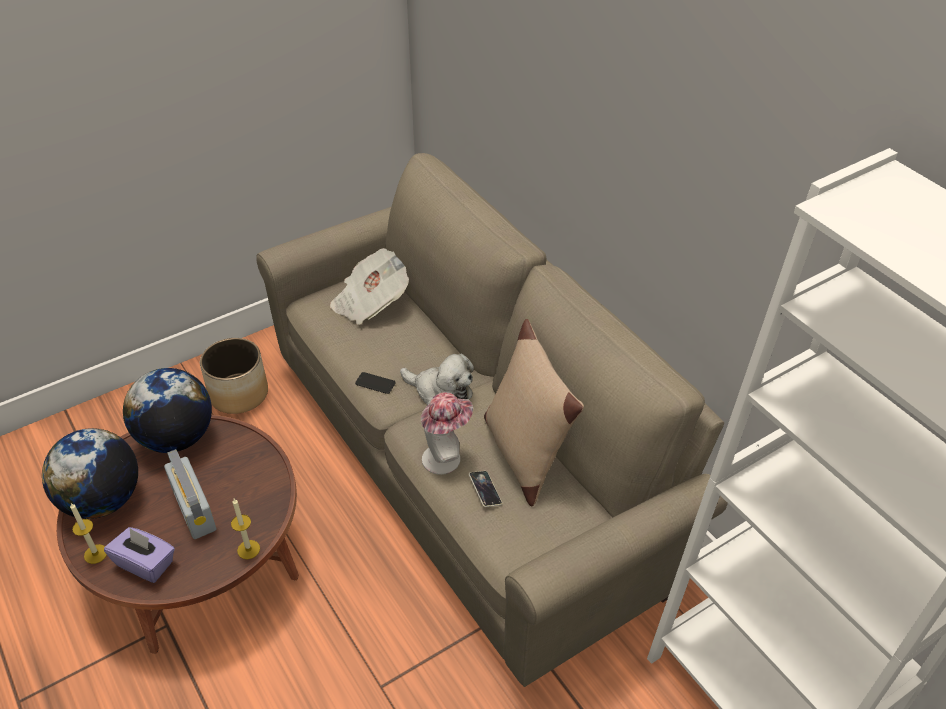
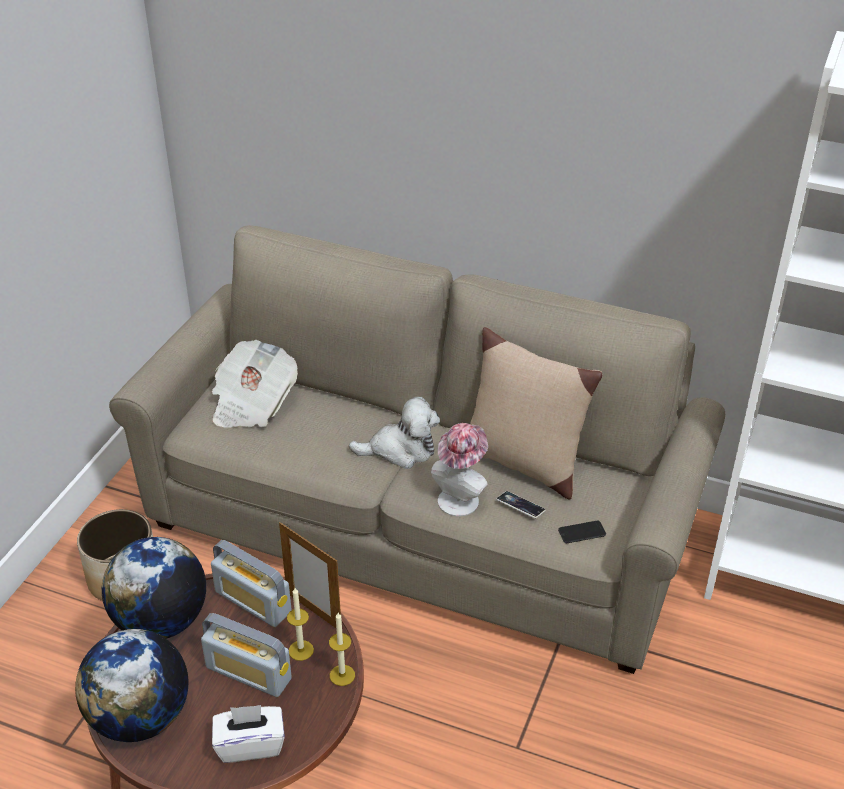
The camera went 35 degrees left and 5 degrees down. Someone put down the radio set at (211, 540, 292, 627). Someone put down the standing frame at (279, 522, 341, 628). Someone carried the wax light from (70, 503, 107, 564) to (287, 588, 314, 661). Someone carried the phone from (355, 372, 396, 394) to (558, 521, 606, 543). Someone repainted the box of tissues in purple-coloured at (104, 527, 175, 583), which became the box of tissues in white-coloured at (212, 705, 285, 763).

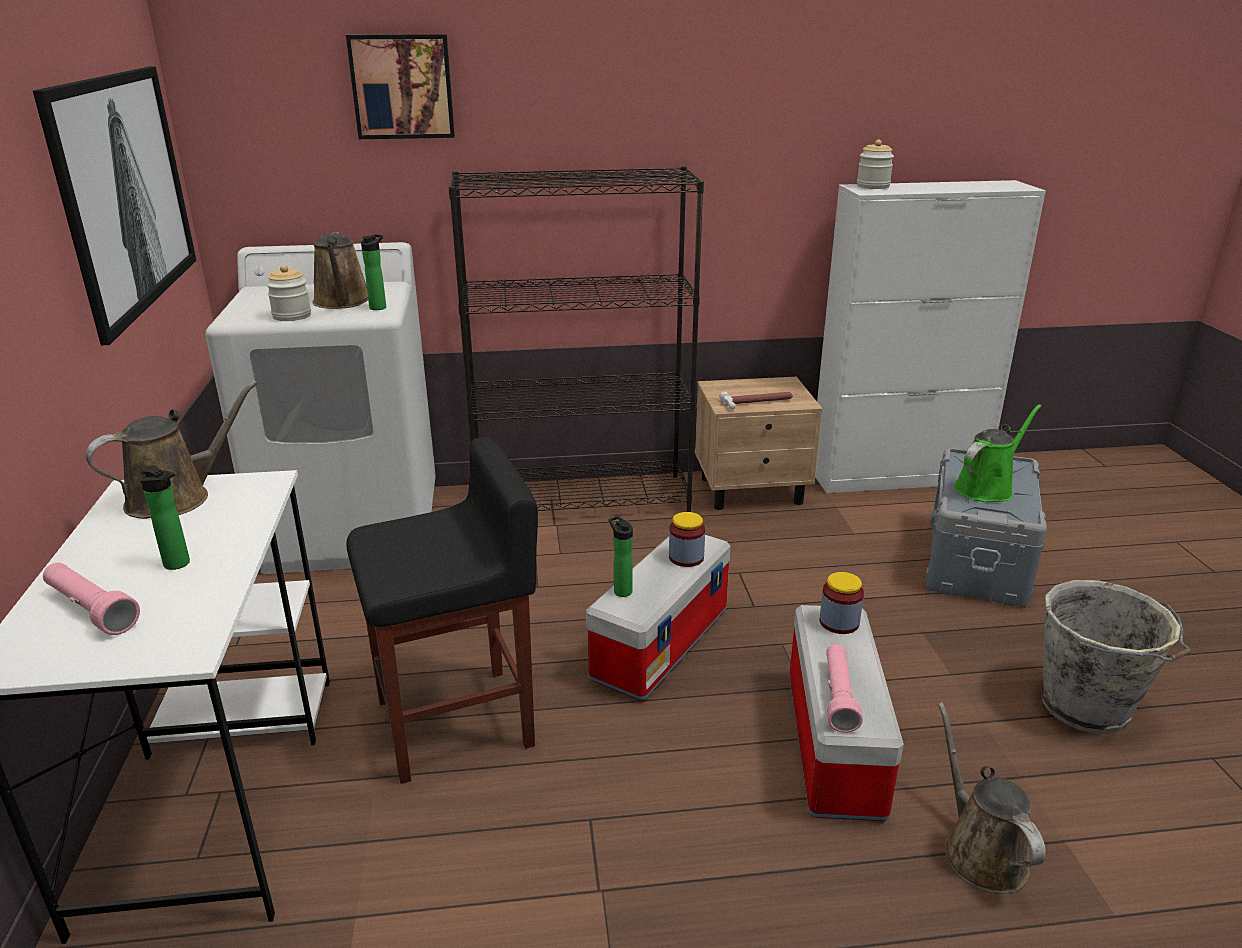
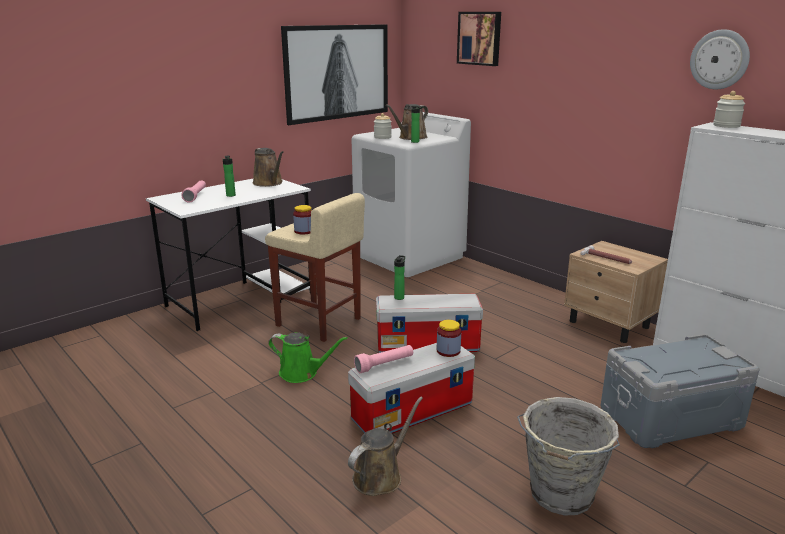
The camera went 55 degrees right and 5 degrees down. Someone took away the shelving unit in black-coloured at (449, 166, 704, 512). Someone put up the hanging clock at (690, 29, 750, 90). Someone carried the preserve jar from (669, 512, 705, 567) to (293, 205, 312, 235). Someone carried the watering can in greenish from (954, 404, 1042, 502) to (268, 332, 348, 383). Someone repainted the sitting stool in black-coloured at (346, 437, 538, 784), which became the sitting stool in beige-coloured at (265, 193, 365, 342). Someone rotated the watering can in brownish at (86, 381, 258, 519) by 45 degrees clockwise.

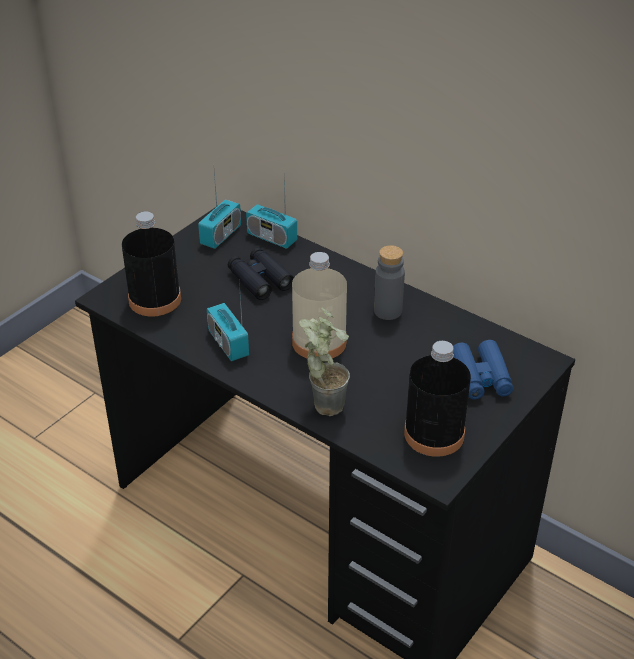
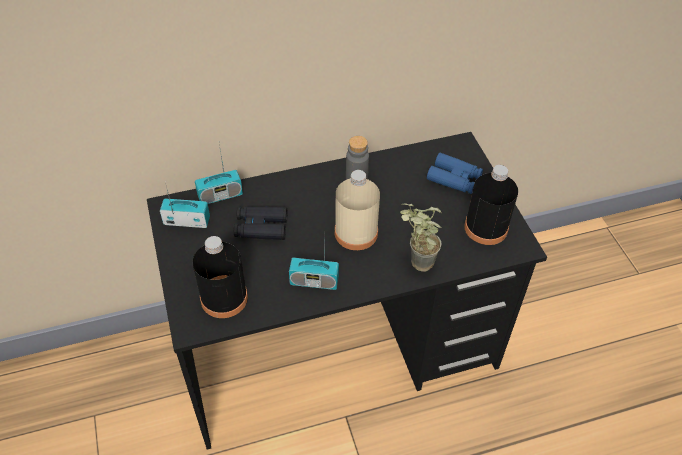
The camera went 55 degrees left and 10 degrees up. Someone rotated the radio set at (198, 173, 241, 249) by 60 degrees counterclockwise.

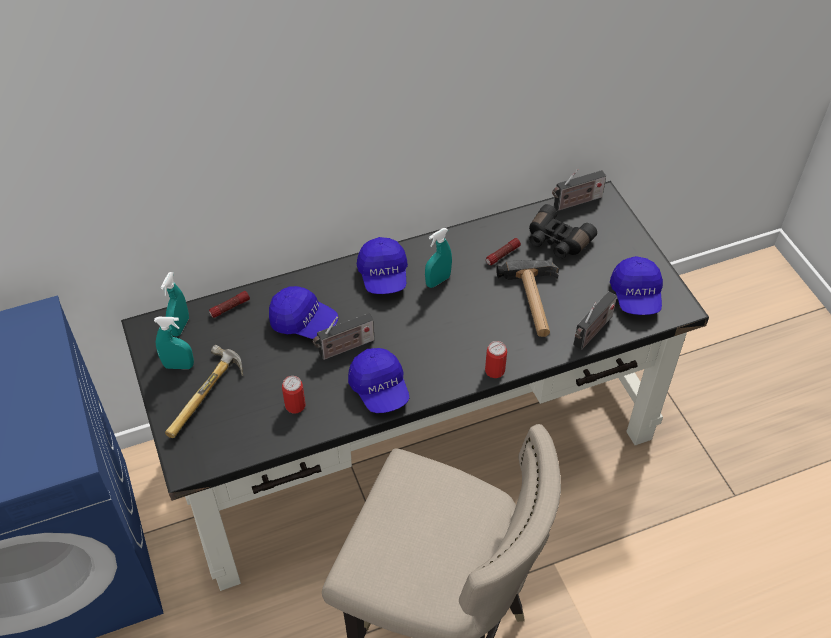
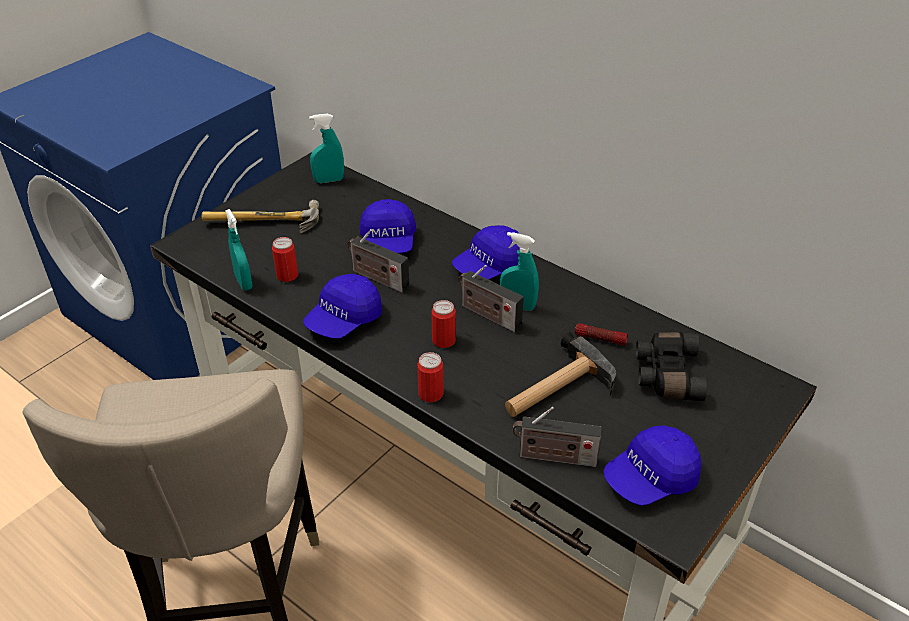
The camera went 60 degrees right and 10 degrees down. Someone took away the torch at (209, 291, 250, 318). Someone put down the metal can at (431, 300, 456, 348). Someone carried the hand sprayer in blue-green from (154, 317, 194, 369) to (225, 209, 253, 290). Someone carried the radio set from (552, 169, 606, 211) to (458, 265, 524, 333).

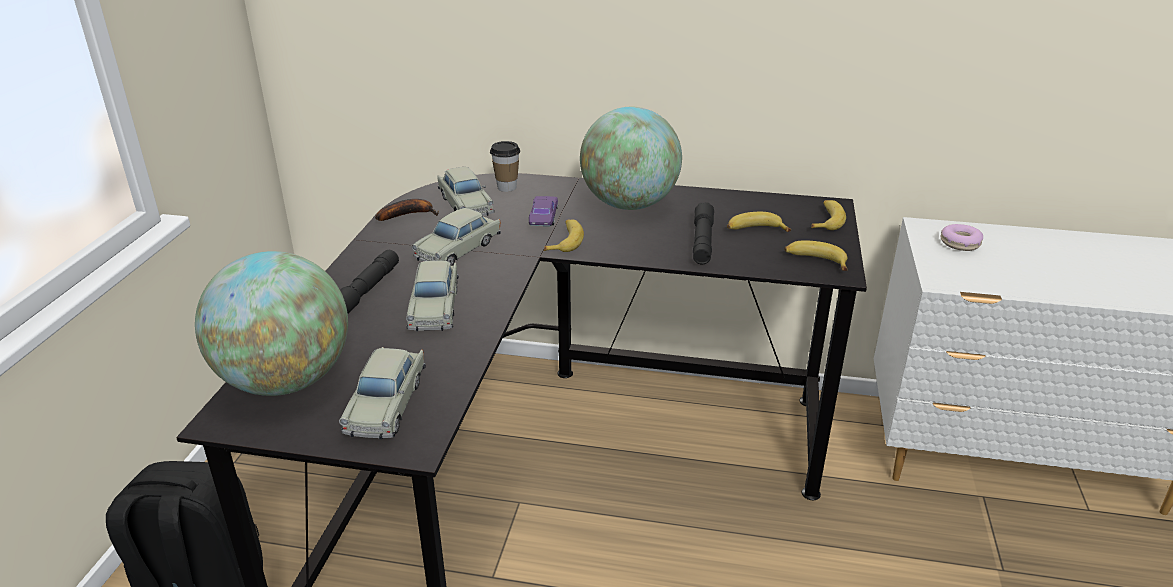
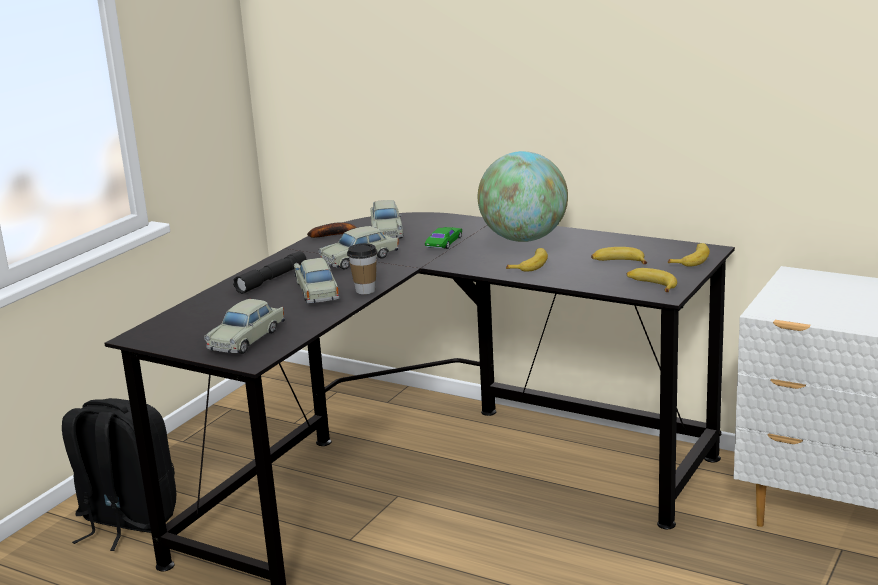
The camera went 20 degrees right and 10 degrees down. Someone took away the globe at (195, 251, 348, 396). Someone took away the torch in black-coloured at (693, 202, 714, 265). Someone took away the ring doughnut at (941, 224, 983, 251). Someone carried the small cup from (490, 141, 520, 192) to (347, 243, 378, 294). Someone carried the banana from (544, 219, 584, 252) to (506, 248, 548, 272). Someone repainted the toy car in purple-coloured at (529, 196, 558, 226), which became the toy car in greenish at (425, 227, 462, 249). Someone rotated the toy car in beige-coloured at (406, 260, 459, 331) by 150 degrees clockwise.

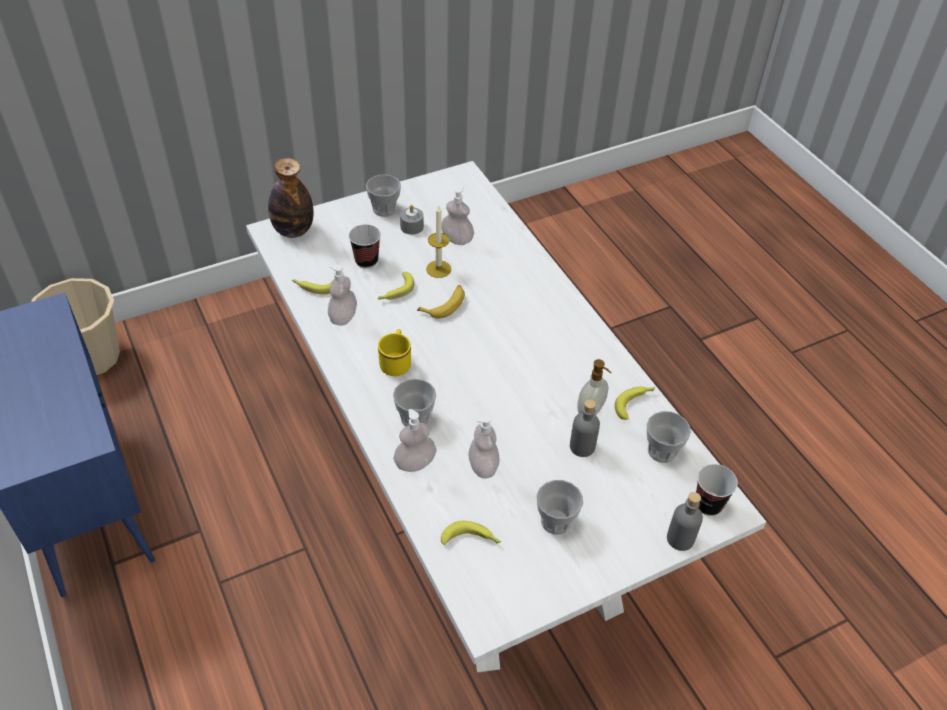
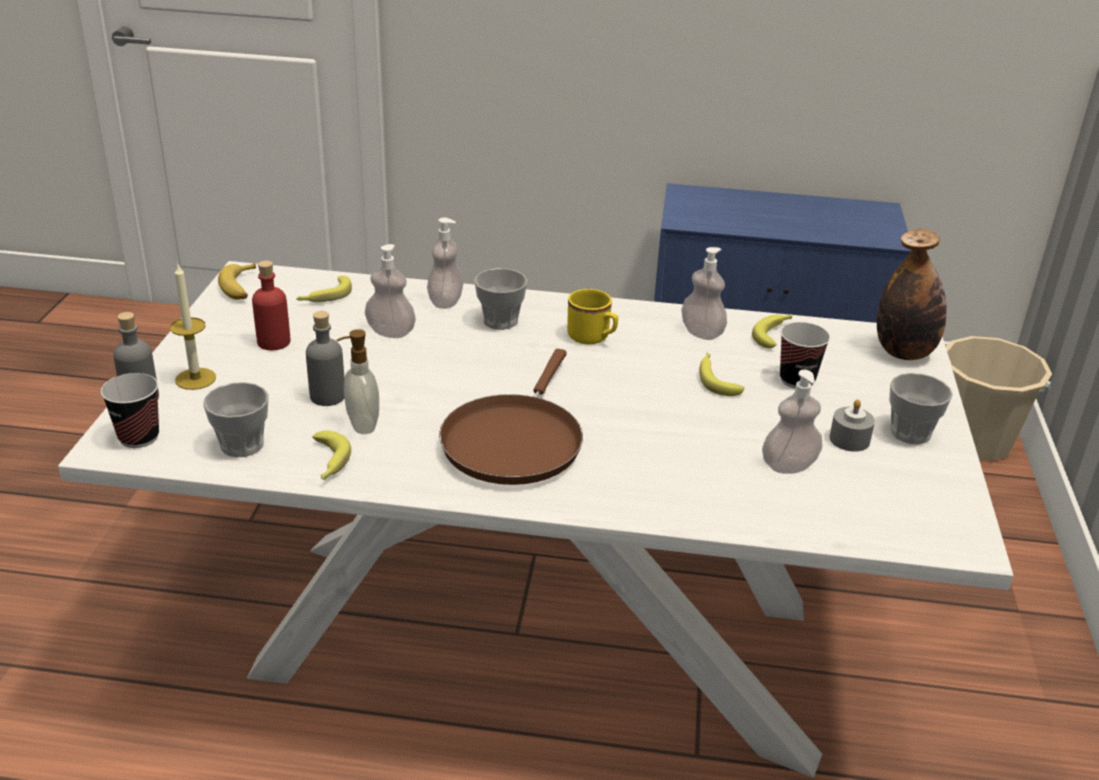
The camera went 125 degrees right and 15 degrees down. Someone put down the frying pan in brownish at (439, 349, 583, 485). Someone carried the banana from (417, 285, 465, 318) to (218, 263, 256, 300). Someone carried the wax light from (426, 206, 451, 278) to (170, 265, 216, 390). Someone swapped the small cup at (537, 480, 583, 535) for the bottle in reddish at (252, 261, 290, 350).

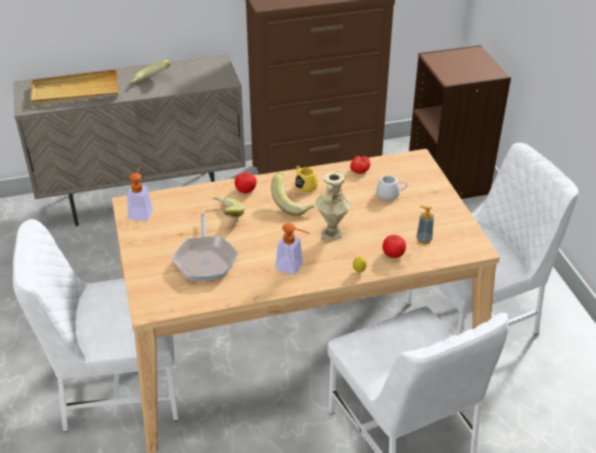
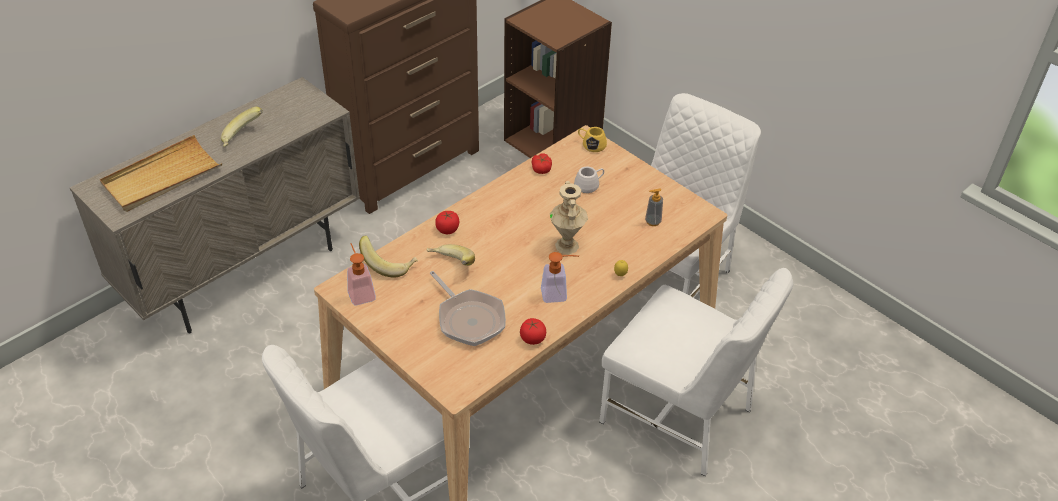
The camera went 30 degrees left and 5 degrees up. Someone carried the banana from (271, 173, 316, 216) to (359, 236, 418, 277). Someone carried the coffee mug in yellow-coloured from (295, 166, 318, 192) to (578, 127, 607, 152). Someone carried the tomato from (383, 235, 406, 258) to (520, 318, 546, 345).

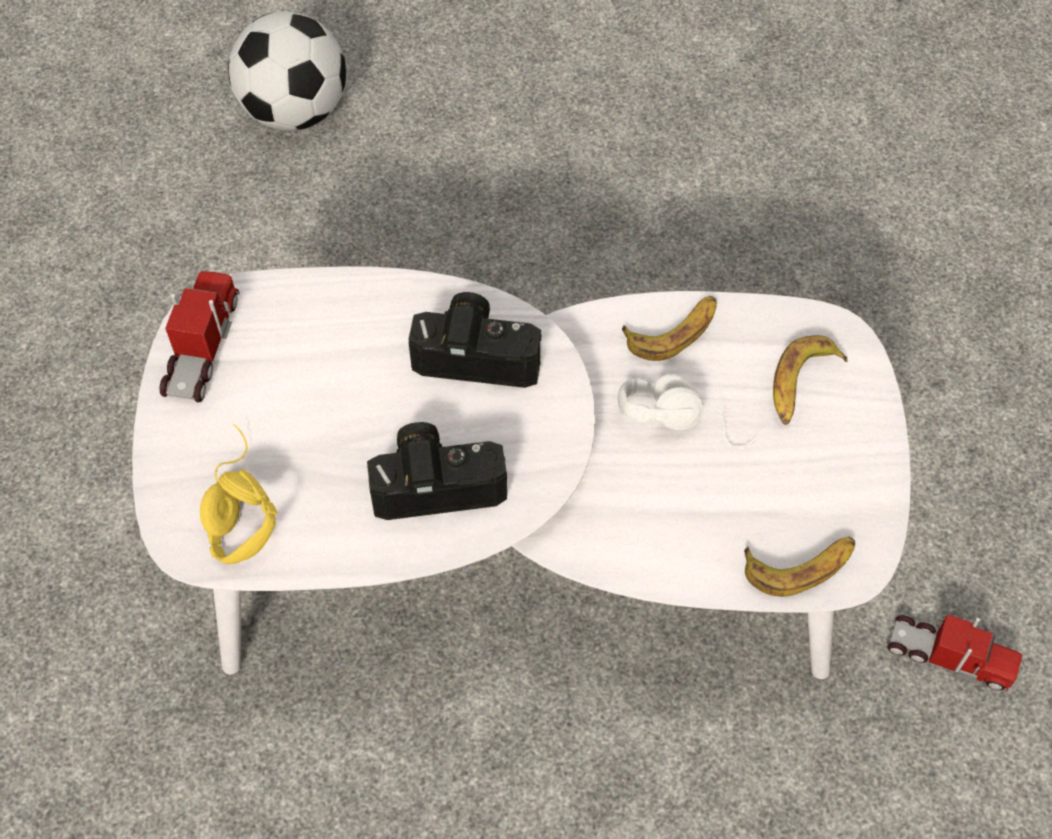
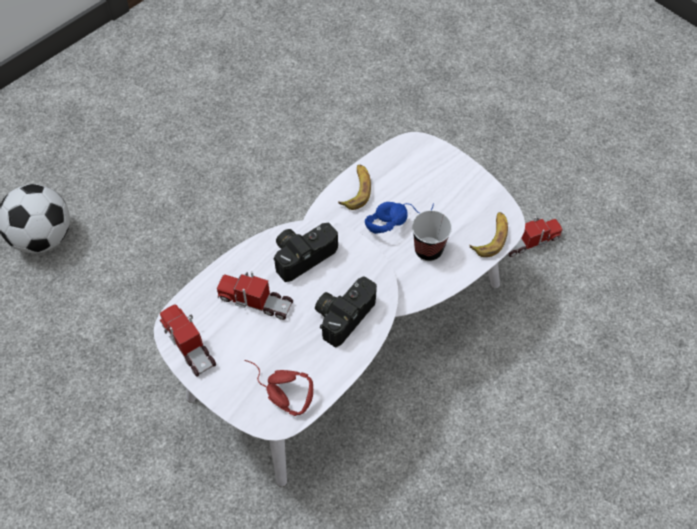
The camera went 45 degrees left and 0 degrees up. Someone took away the banana at (773, 335, 848, 425). Someone put down the toy lorry at (217, 271, 293, 320). Someone put down the small cup at (412, 210, 452, 261). Someone repainted the headphones in yellow-coloured at (200, 424, 278, 564), which became the headphones in reddish at (244, 360, 313, 416). Someone repainted the headphones in white-coloured at (618, 374, 758, 449), which became the headphones in blue at (365, 202, 434, 234).

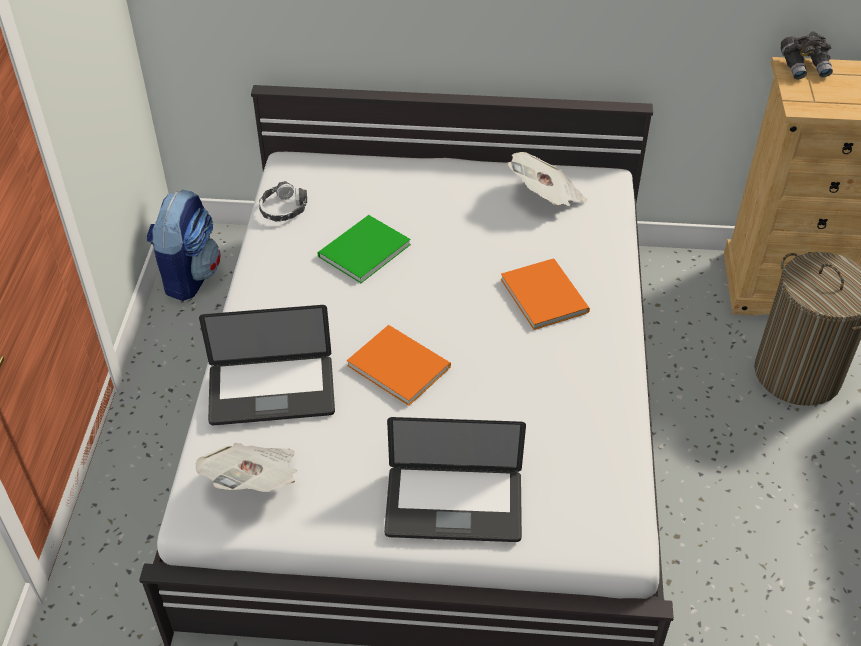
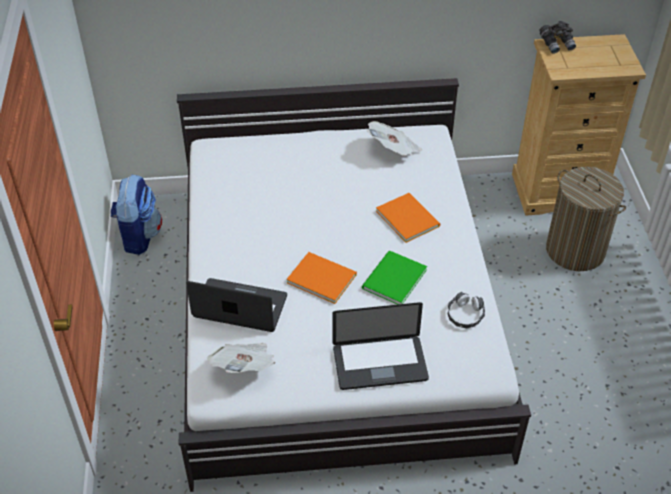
The camera went 10 degrees left and 0 degrees up. Someone carried the headphones from (259, 181, 307, 221) to (448, 292, 485, 328). Someone carried the bound book in greenish from (317, 215, 411, 283) to (362, 250, 427, 305). Someone rotated the laptop at (199, 305, 335, 425) by 150 degrees counterclockwise.

